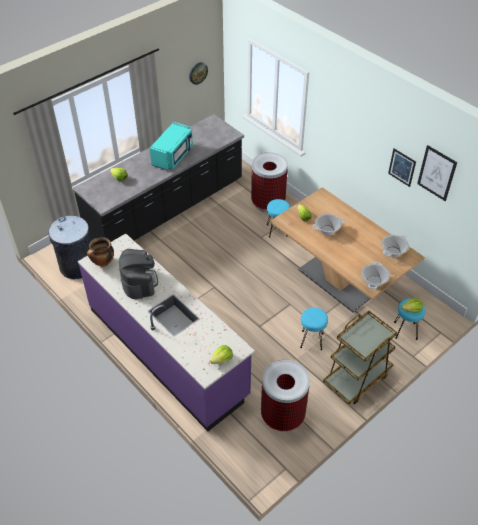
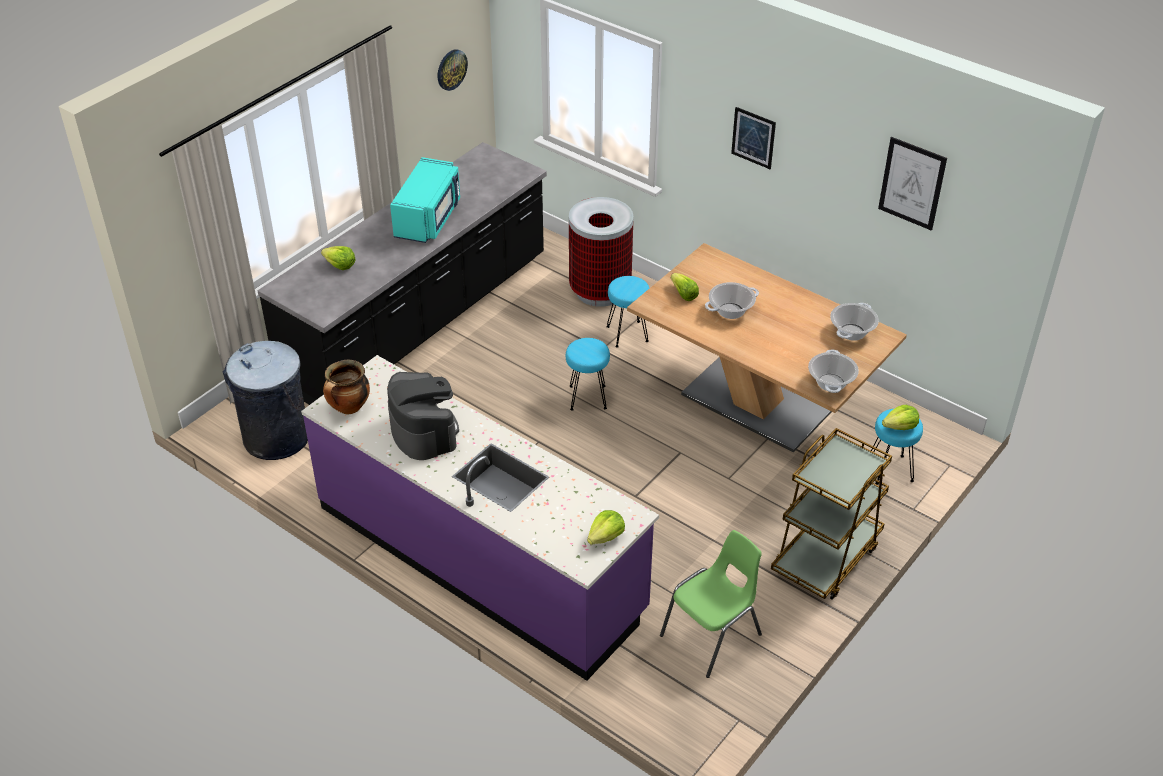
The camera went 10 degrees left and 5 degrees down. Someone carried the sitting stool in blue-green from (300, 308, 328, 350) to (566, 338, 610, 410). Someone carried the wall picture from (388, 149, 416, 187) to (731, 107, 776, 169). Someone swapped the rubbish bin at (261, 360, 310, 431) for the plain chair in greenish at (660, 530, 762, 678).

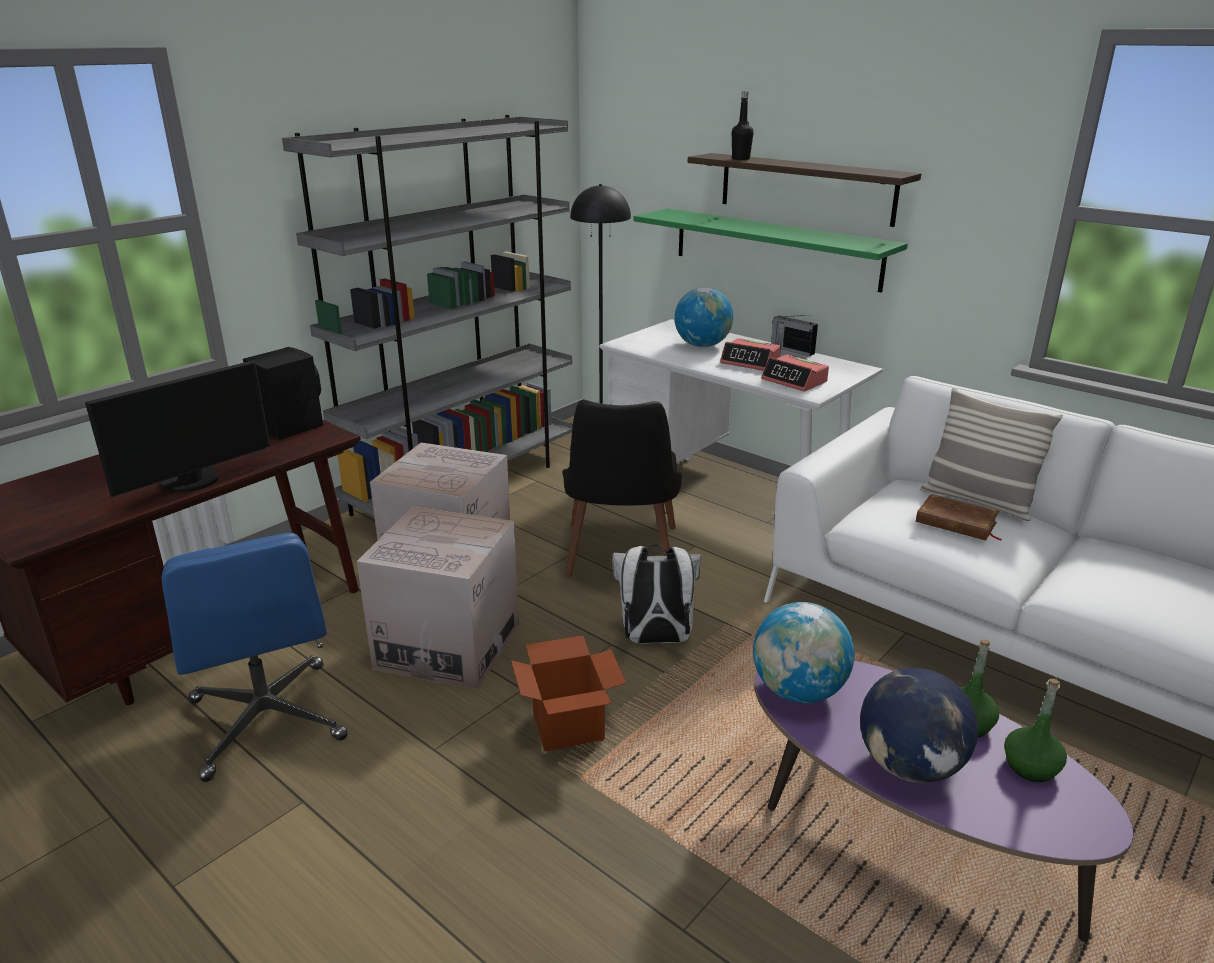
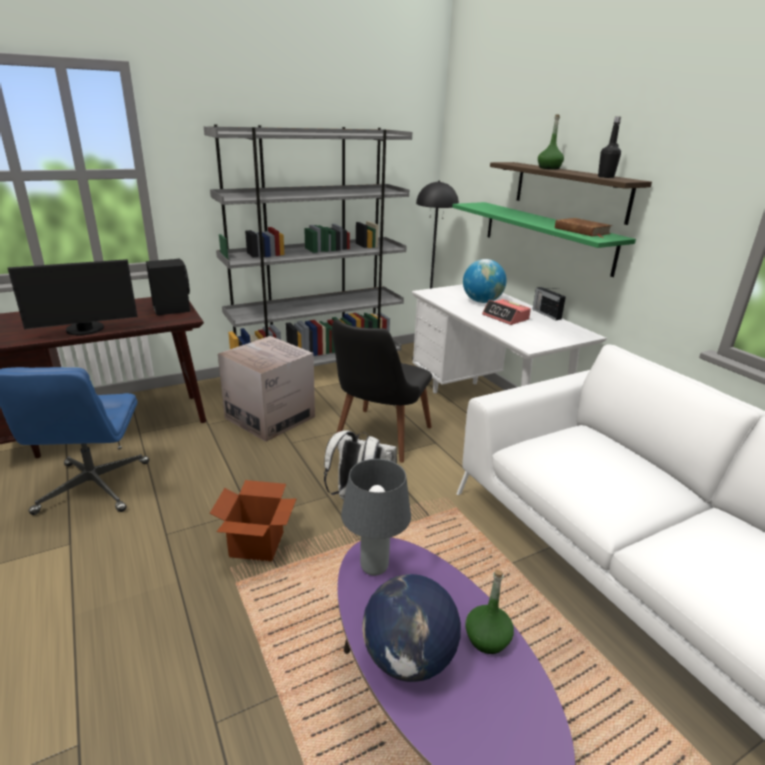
The camera went 20 degrees right and 0 degrees up. Someone took away the packing box at (357, 507, 519, 690). Someone took away the bedside clock at (761, 355, 829, 392). Someone took away the pillow at (920, 388, 1063, 521). Someone carried the bottle in black-coloured from (732, 91, 754, 160) to (598, 116, 621, 178). Someone carried the bound book in brownish from (916, 494, 1003, 541) to (555, 218, 613, 238). Someone carried the bottle in greenish from (1004, 679, 1067, 782) to (538, 114, 564, 169). Someone swapped the globe at (753, 602, 854, 703) for the table lamp in gray at (341, 459, 411, 576).

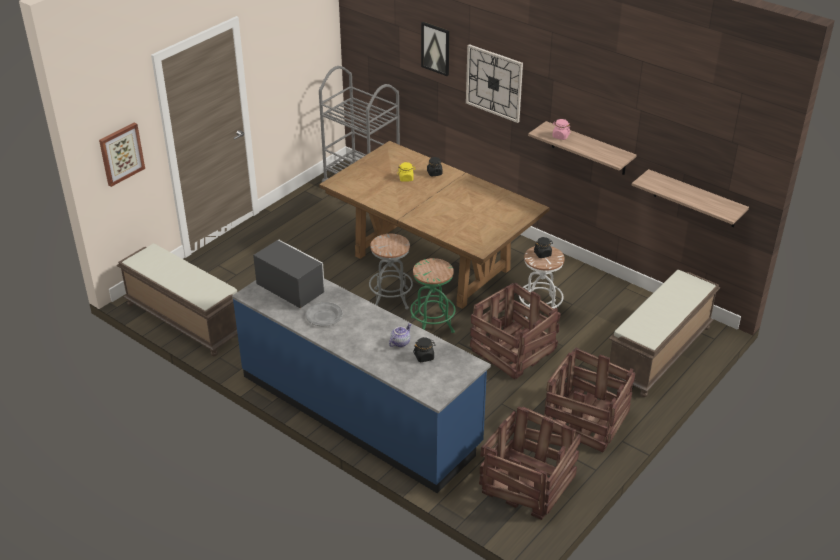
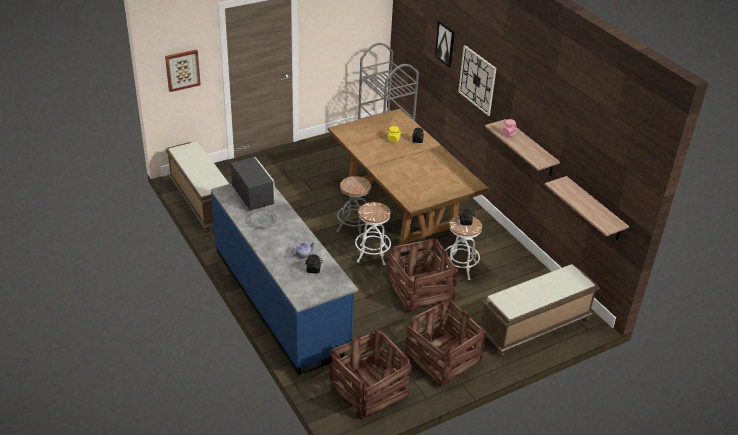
The camera went 20 degrees right and 0 degrees up. Someone repainted the sitting stool in greenish at (410, 258, 456, 333), which became the sitting stool in white-coloured at (355, 202, 391, 265).

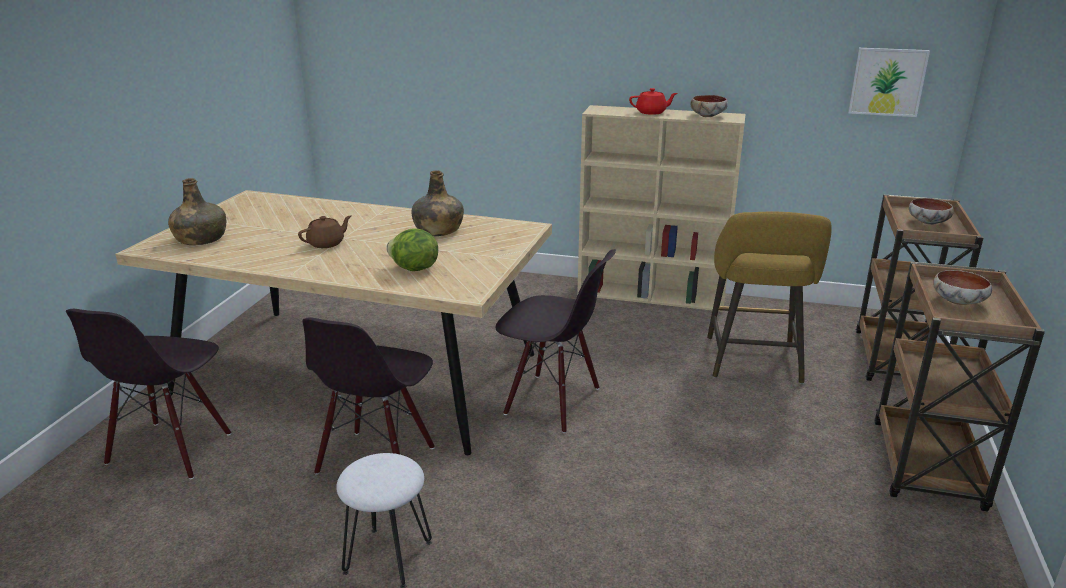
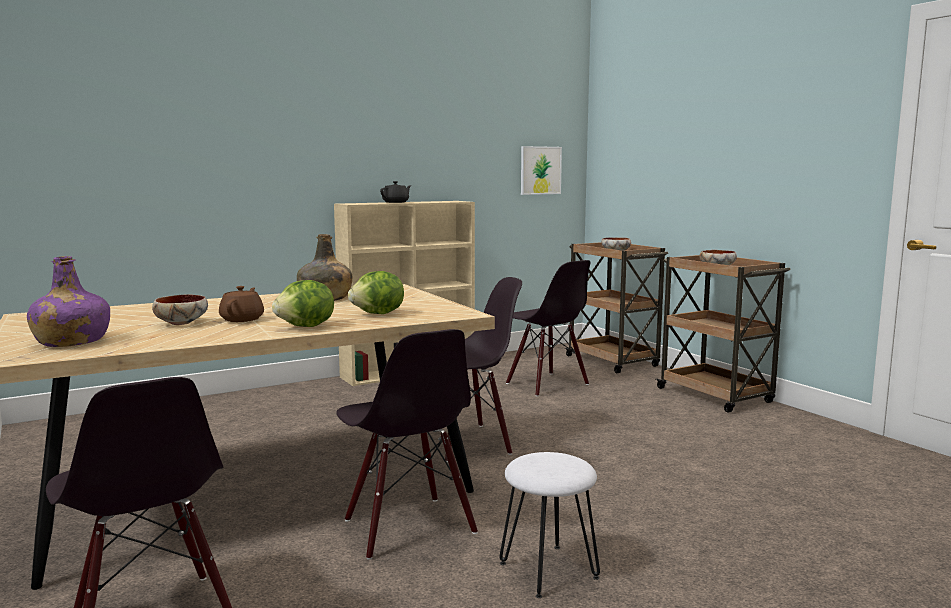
The camera went 45 degrees left and 15 degrees down. Someone put down the lettuce at (272, 280, 334, 327). Someone carried the serving bowl from (690, 95, 728, 117) to (152, 294, 208, 325). Someone swapped the sitting stool in yellow-coloured at (707, 212, 832, 384) for the plain chair in black-coloured at (506, 260, 591, 397). Someone repainted the bottle in greenish at (168, 178, 226, 245), which became the bottle in purple-coloured at (27, 256, 110, 347). Someone repainted the tea pot in reddish at (629, 88, 677, 115), which became the tea pot in black-coloured at (380, 181, 412, 203).

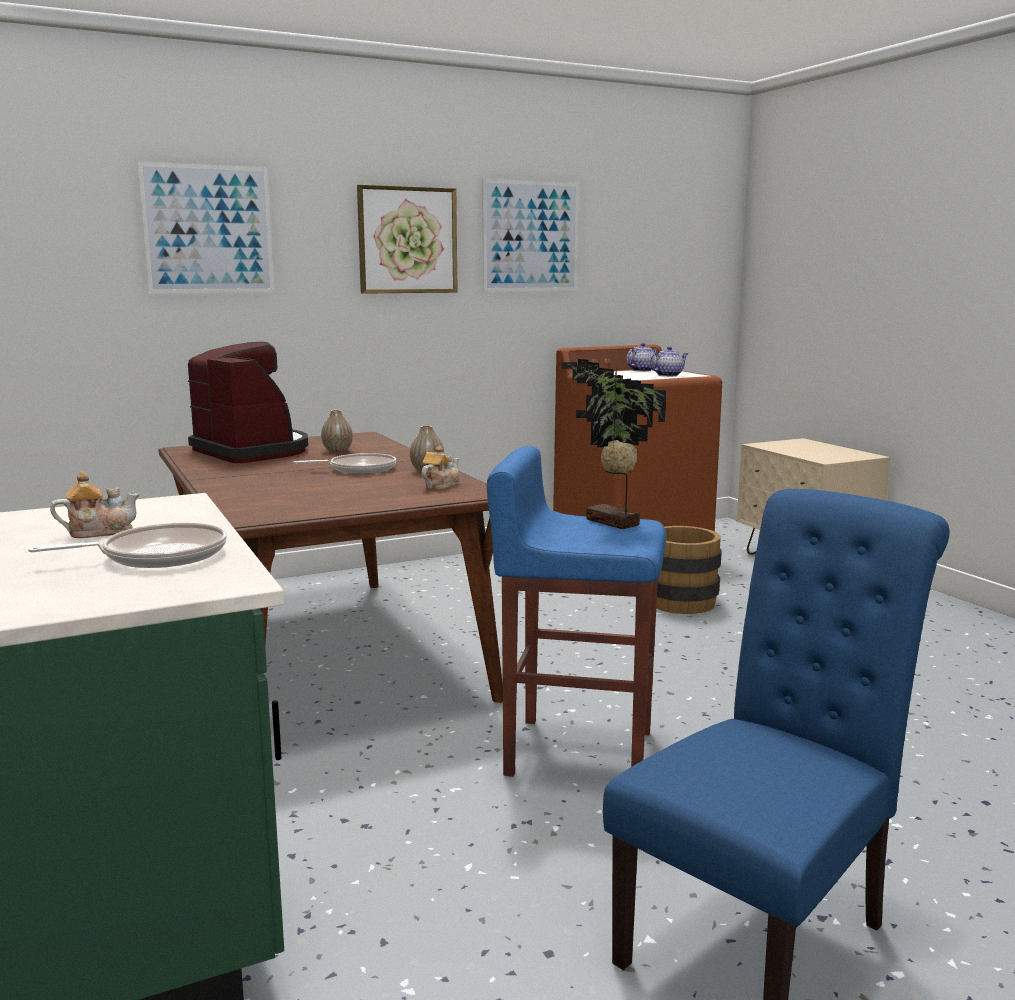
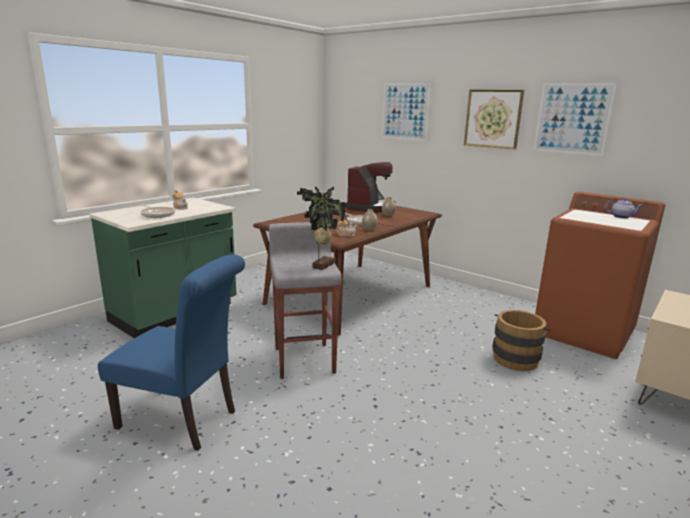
The camera went 65 degrees right and 5 degrees up. Someone took away the tea pot at (649, 346, 688, 377). Someone repainted the sitting stool in blue at (487, 446, 666, 777), which became the sitting stool in gray at (269, 222, 341, 379).

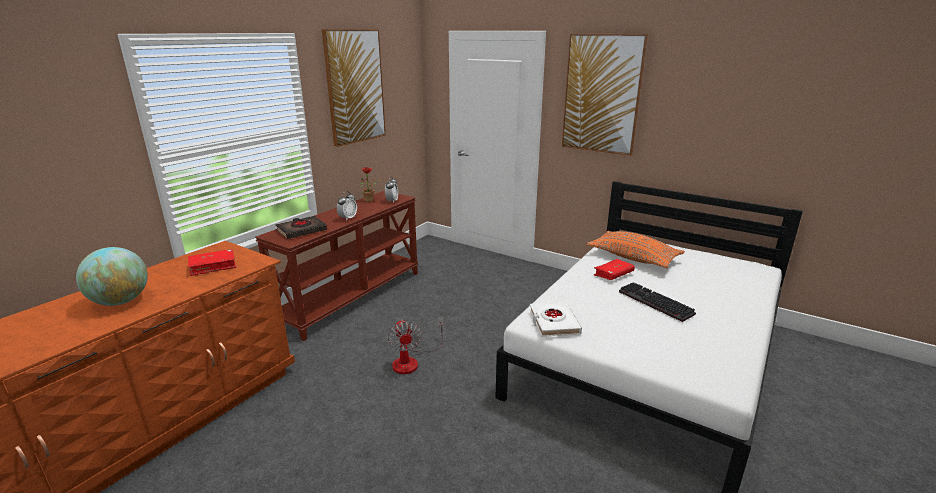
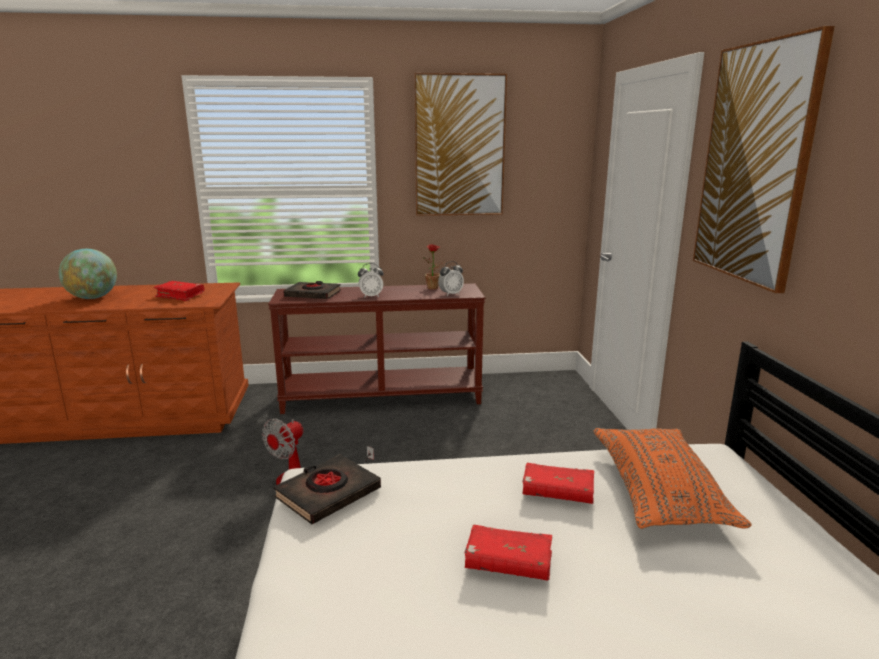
The camera went 50 degrees right and 5 degrees down. Someone swapped the PC keyboard at (619, 282, 696, 322) for the bound book in reddish at (465, 525, 552, 581). Someone repainted the bound book in white-coloured at (530, 302, 582, 337), which became the bound book in black-coloured at (273, 455, 381, 524).

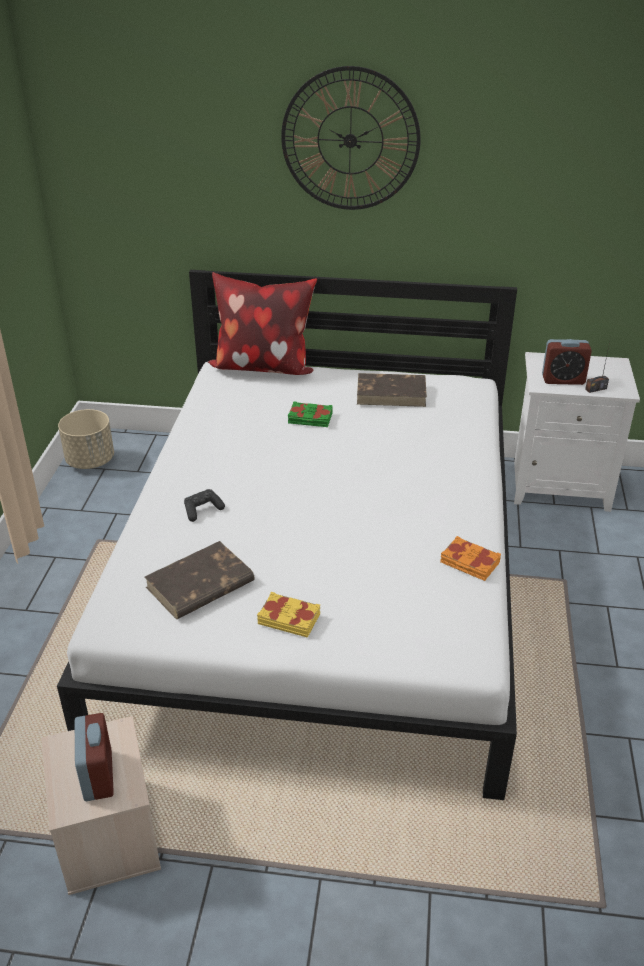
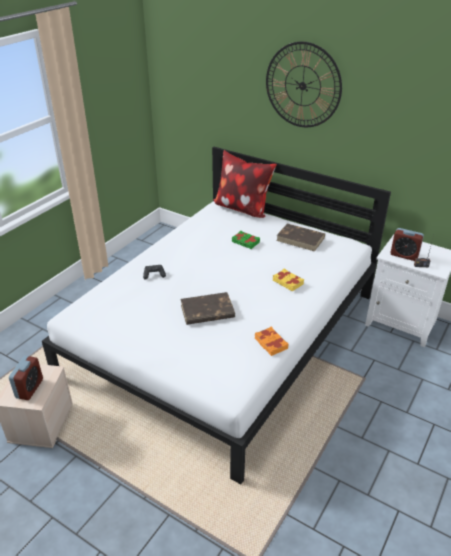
The camera went 25 degrees right and 0 degrees up. Someone took away the flower pot in beige-coloured at (58, 409, 114, 469). Someone carried the bound book in brownish from (145, 541, 255, 619) to (181, 292, 235, 325). Someone carried the bound book in yellow-coloured from (257, 592, 320, 638) to (273, 268, 304, 292).

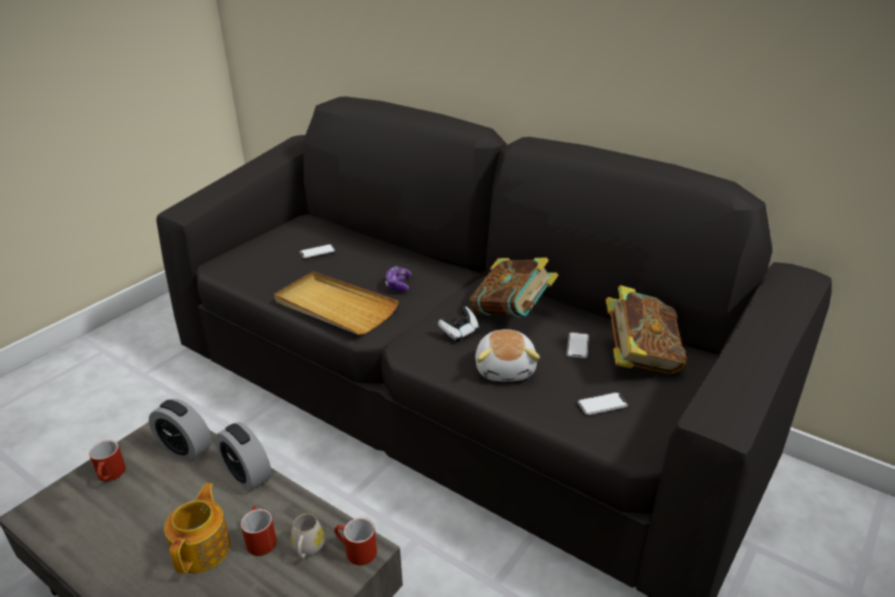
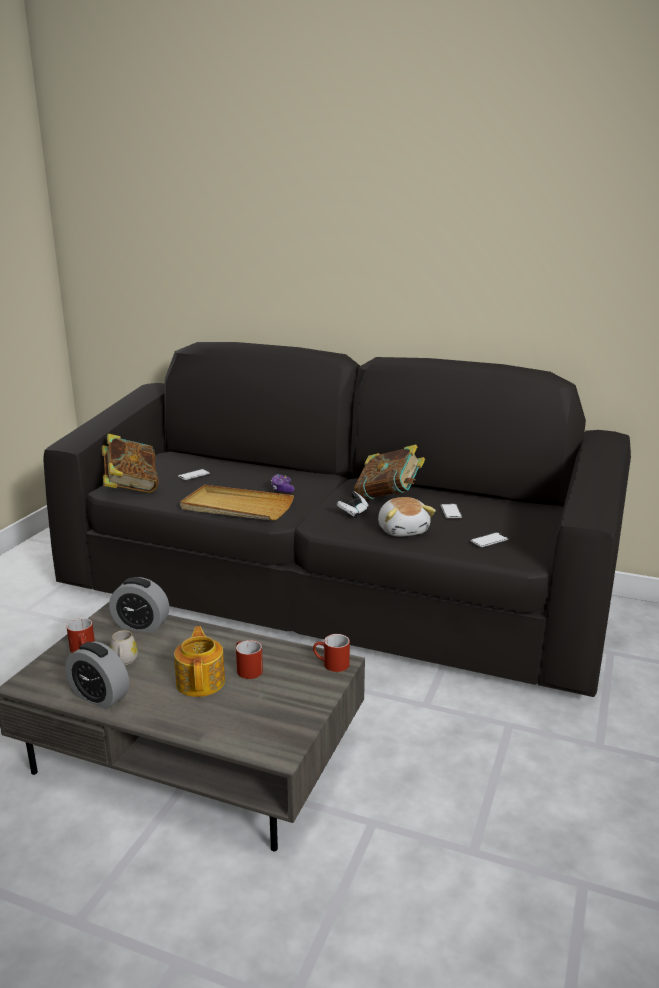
The camera went 15 degrees left and 10 degrees down. Someone carried the bedside clock from (215, 422, 272, 492) to (65, 641, 129, 709). Someone carried the coffee mug in white-coloured from (291, 514, 324, 558) to (110, 630, 138, 665). Someone carried the bound book from (606, 285, 687, 374) to (102, 433, 159, 493).

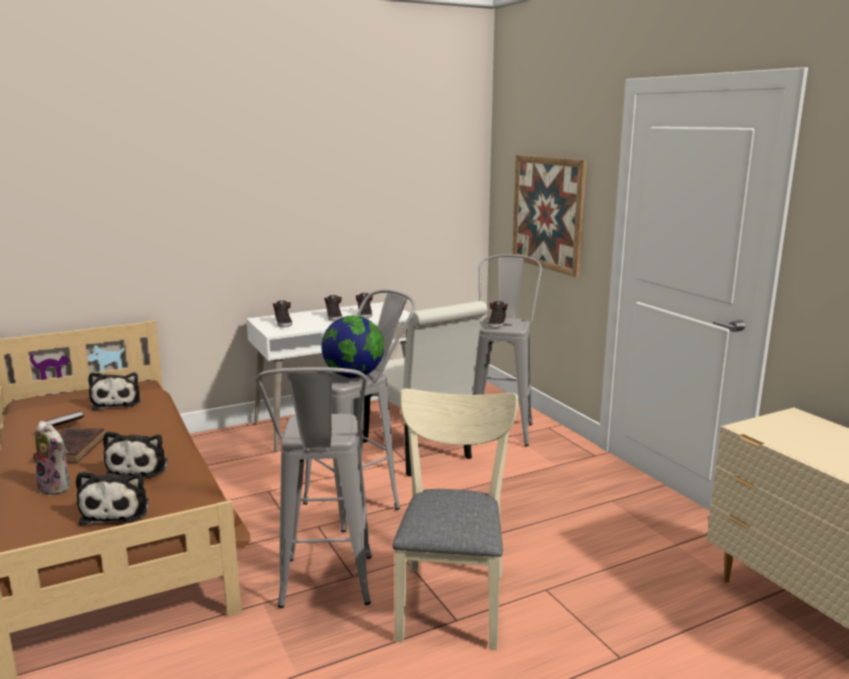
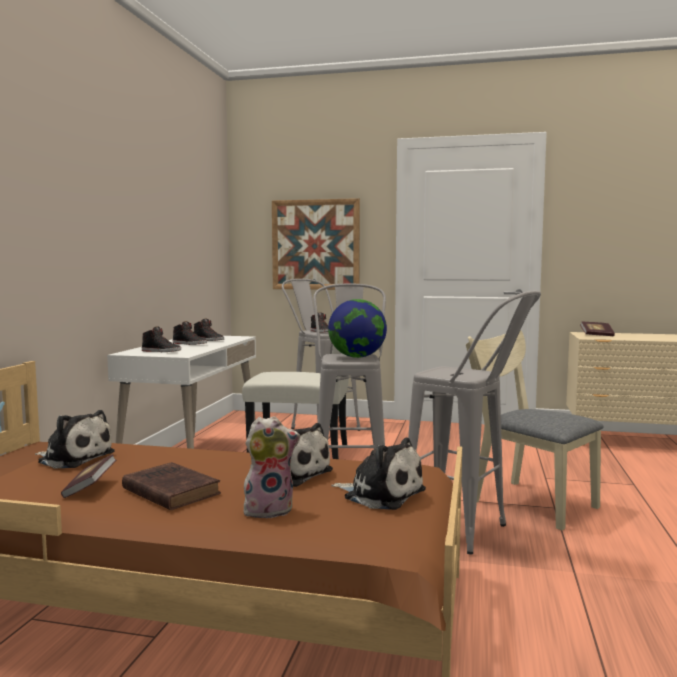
The camera went 50 degrees left and 10 degrees down. Someone put down the bound book at (580, 322, 615, 336).

